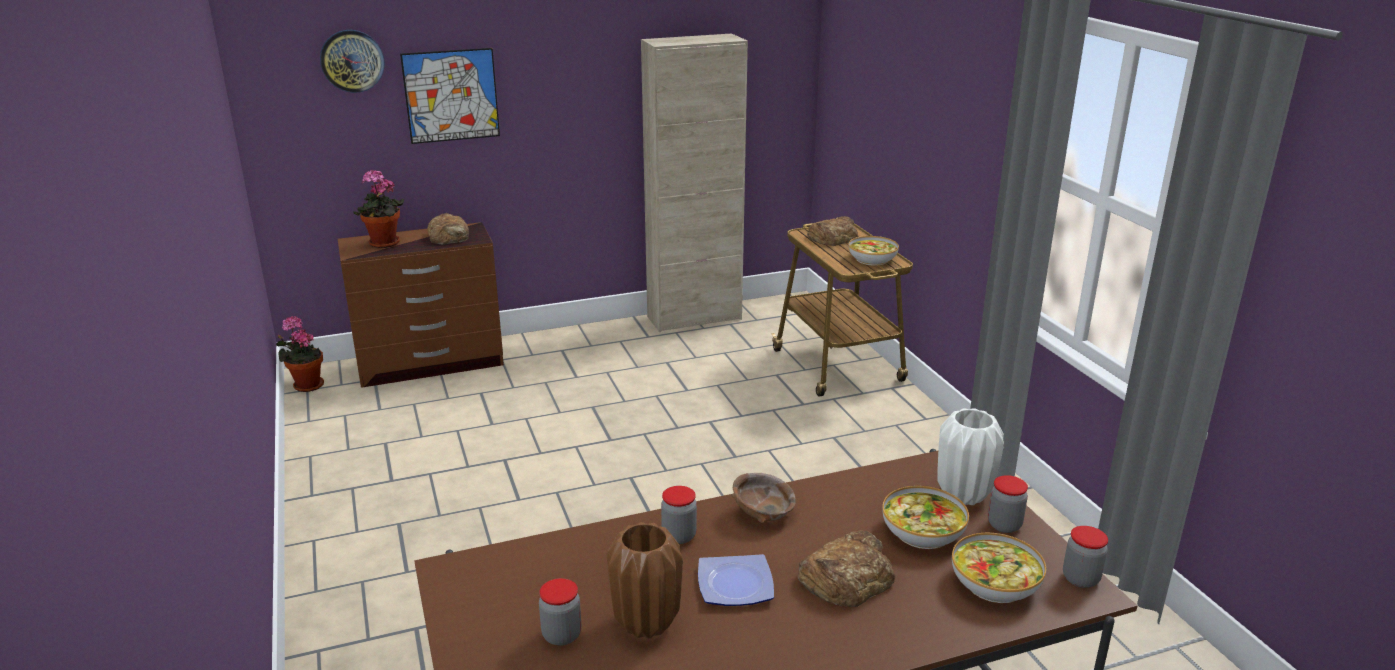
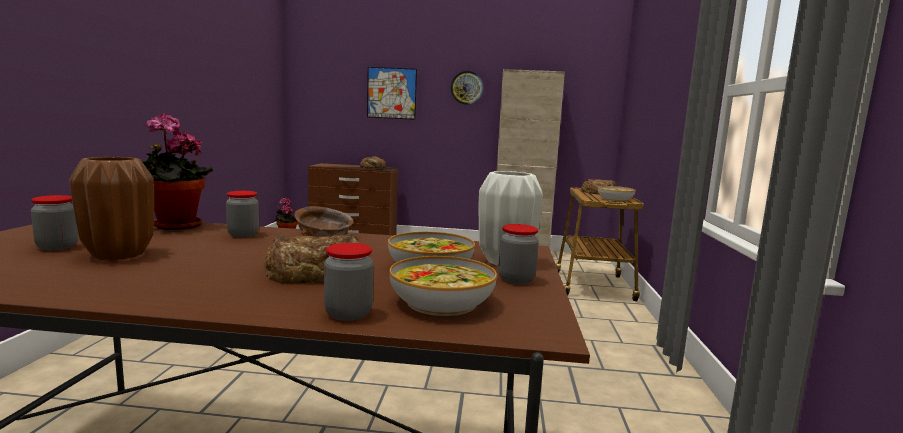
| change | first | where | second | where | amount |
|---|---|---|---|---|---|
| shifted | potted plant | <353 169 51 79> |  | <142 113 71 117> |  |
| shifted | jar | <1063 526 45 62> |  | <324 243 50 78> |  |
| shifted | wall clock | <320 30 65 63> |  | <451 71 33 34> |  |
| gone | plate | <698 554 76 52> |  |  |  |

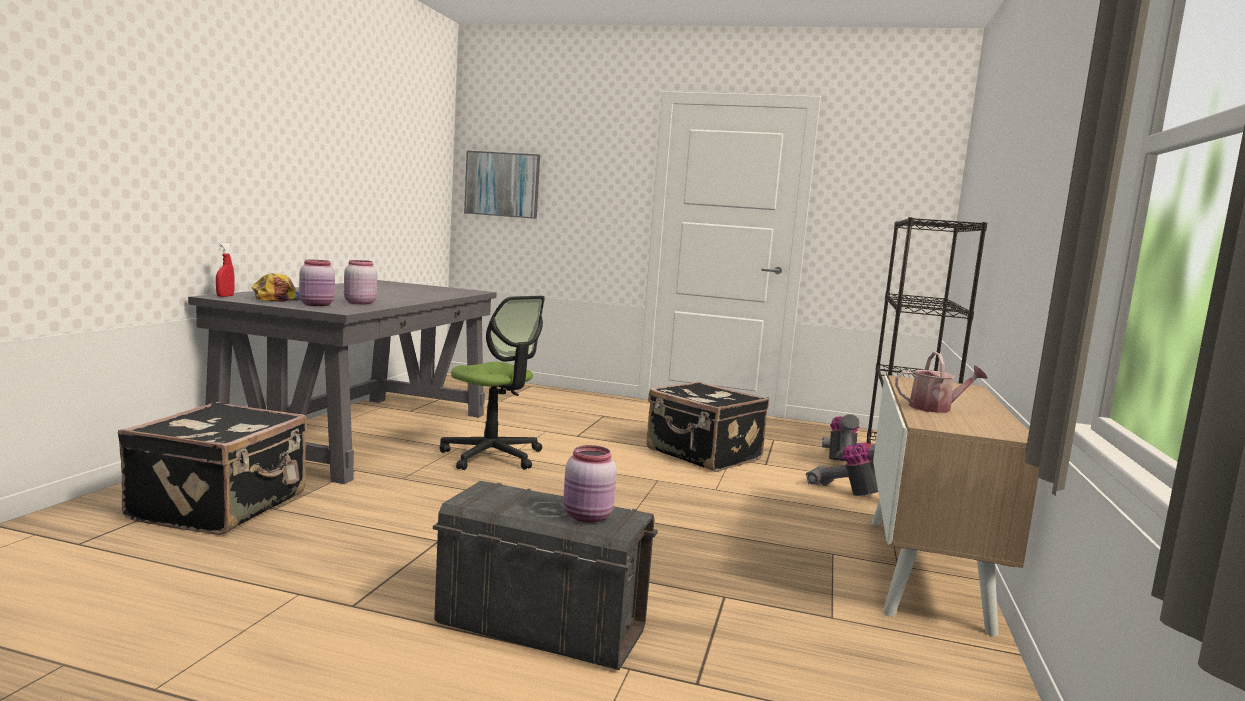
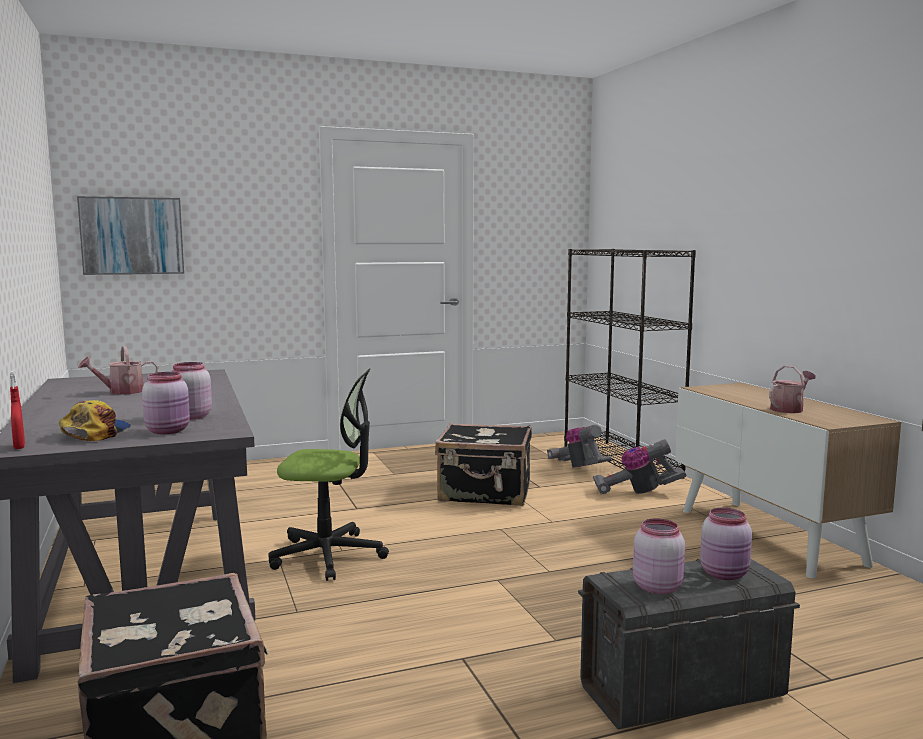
| change | first | where | second | where | amount |
|---|---|---|---|---|---|
| new |  |  | watering can | <78 346 80 49> |  |
| new |  |  | pink jar | <633 518 52 76> |  |

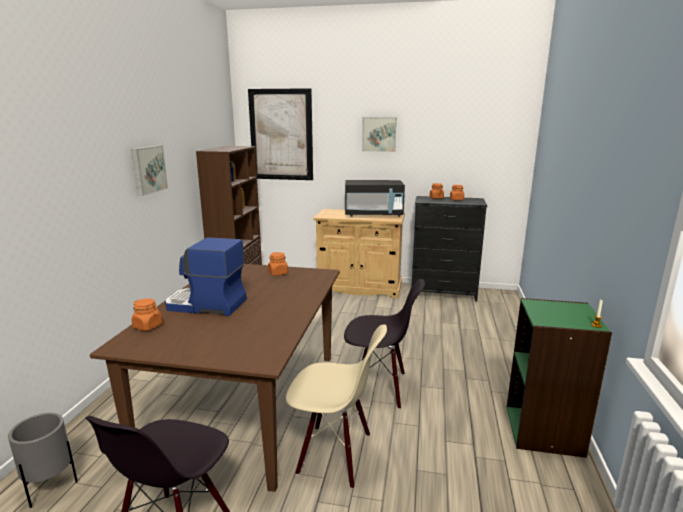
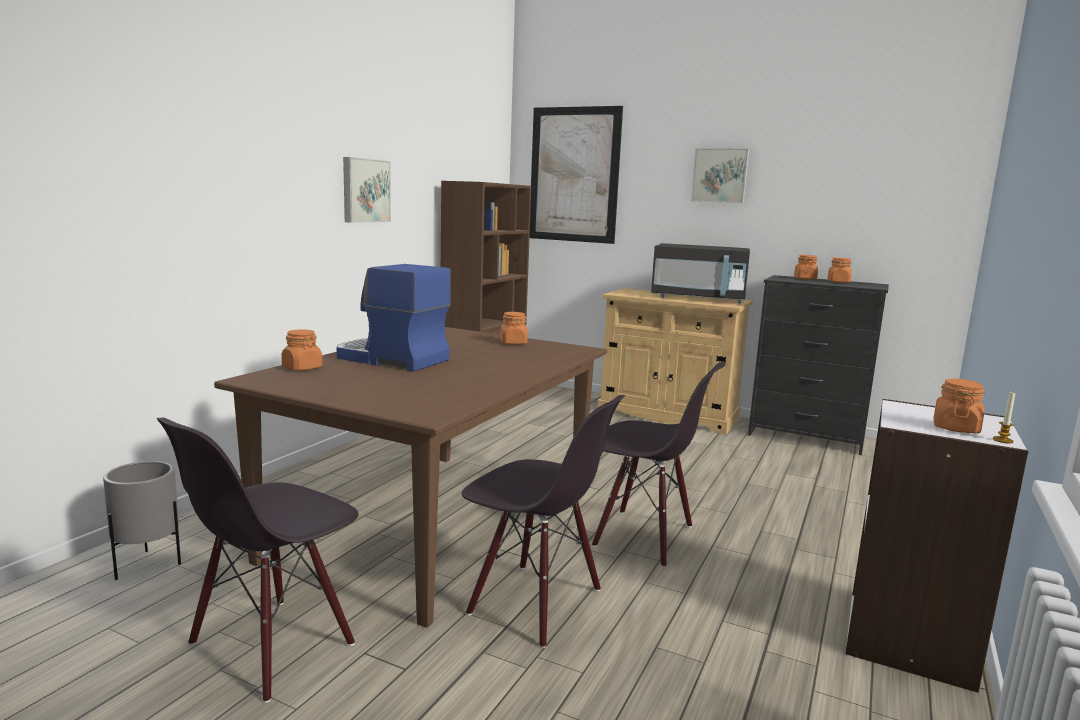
| change | first | where | second | where | amount |
|---|---|---|---|---|---|
| repainted | beige chair | <286 324 101 165> | black chair | <462 395 163 253> |  |
| repainted | green bookcase | <507 298 105 160> | white bookcase | <845 399 183 294> |  |
| new |  |  | orange jar | <934 379 51 54> |  |

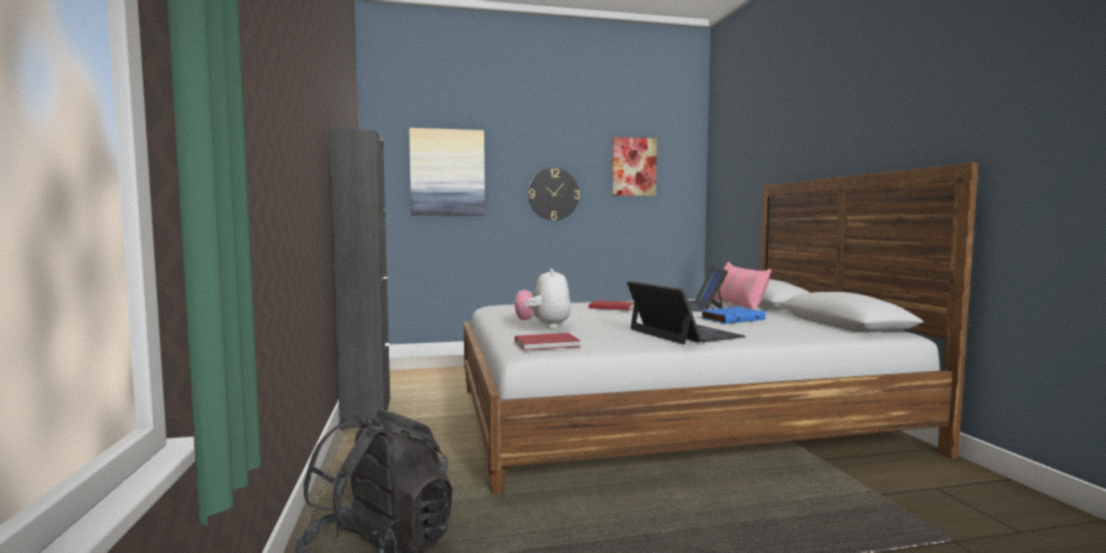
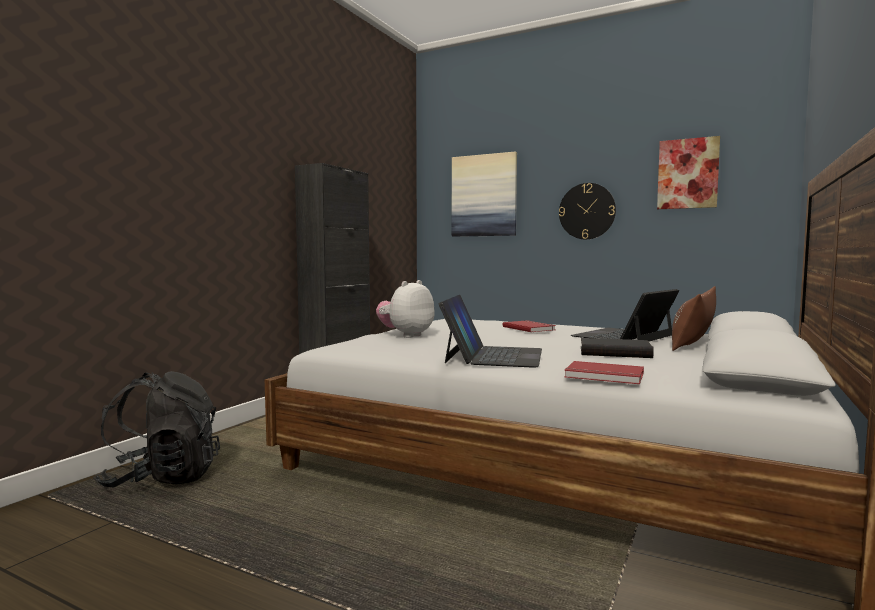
| change | first | where | second | where | amount |
|---|---|---|---|---|---|
| shifted | red book | <515 333 65 17> |  | <564 361 80 23> |  |
| repainted | blue book | <700 307 66 17> | black book | <581 338 73 20> |  |
| repainted | pink pillow | <714 262 58 48> | brown pillow | <672 286 44 65> |  |

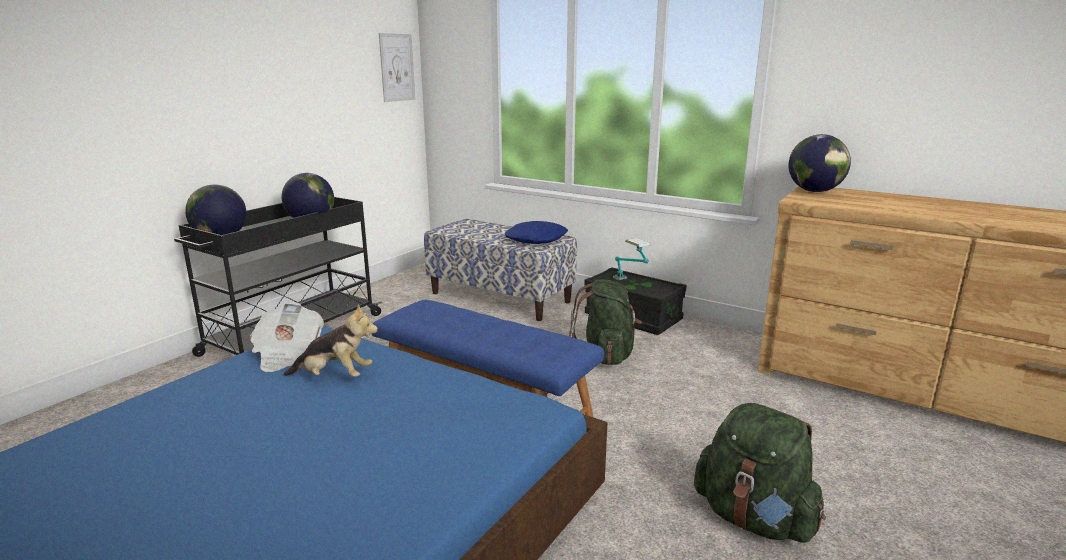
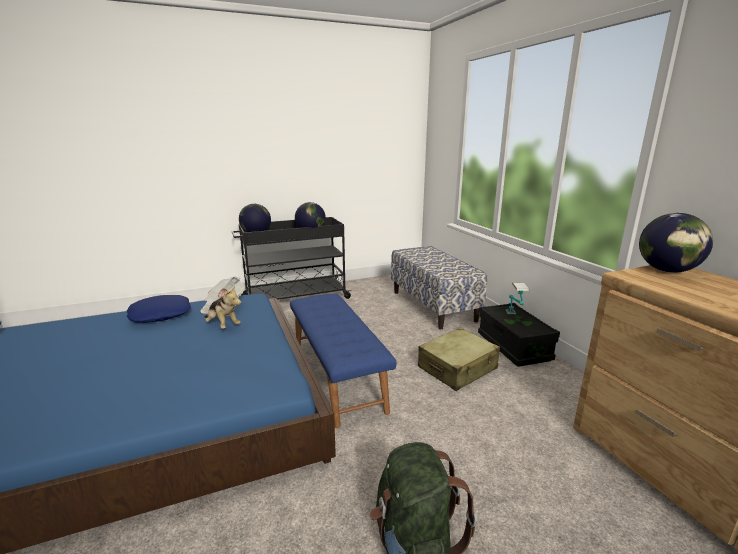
| change | first | where | second | where | amount |
|---|---|---|---|---|---|
| shifted | blue pillow | <505 221 63 23> |  | <127 295 64 28> |  |
| swapped | green backpack | <569 279 73 86> | beige suitcase | <418 328 82 63> |  |
| gone | picture | <379 33 36 69> |  |  |  |

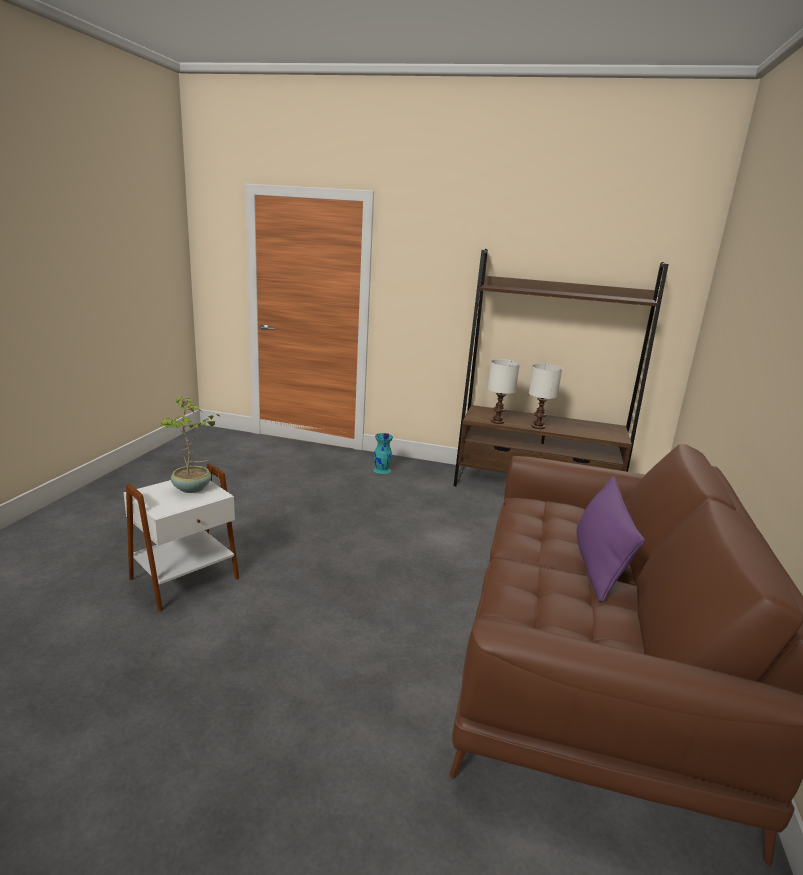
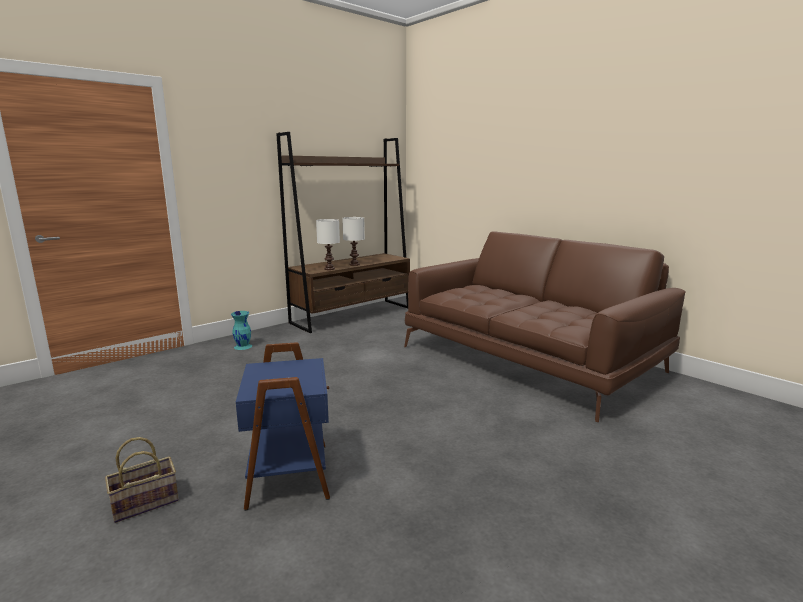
| change | first | where | second | where | amount |
|---|---|---|---|---|---|
| new |  |  | basket | <105 437 74 86> |  |
| repainted | white side table | <124 463 115 149> | blue side table | <236 342 94 169> |  |
| gone | potted plant | <160 396 60 97> |  |  |  |
| gone | purple pillow | <576 476 69 127> |  |  |  |

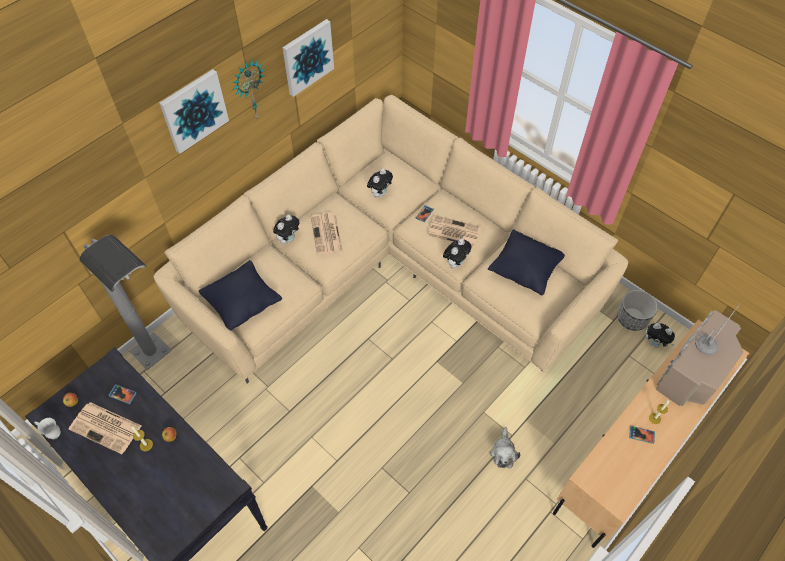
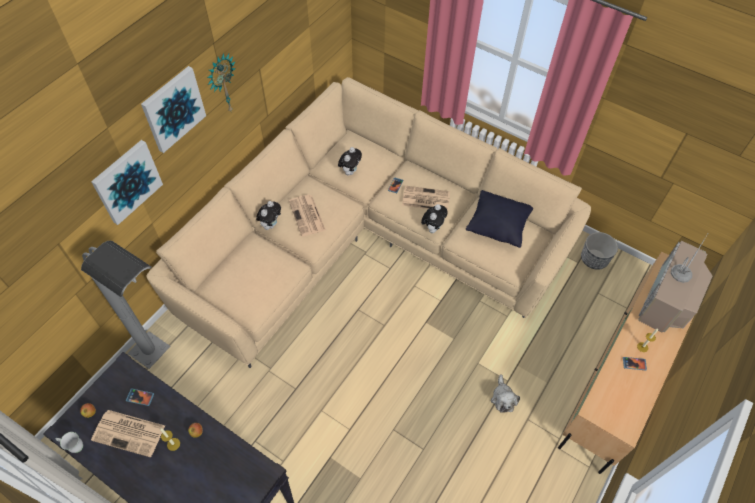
| change | first | where | second | where | amount |
|---|---|---|---|---|---|
| shifted | picture | <282 19 52 78> |  | <91 140 72 85> |  |
| gone | black pillow | <199 260 83 71> |  |  |  |
| gone | plush toy | <645 323 30 24> |  |  |  |

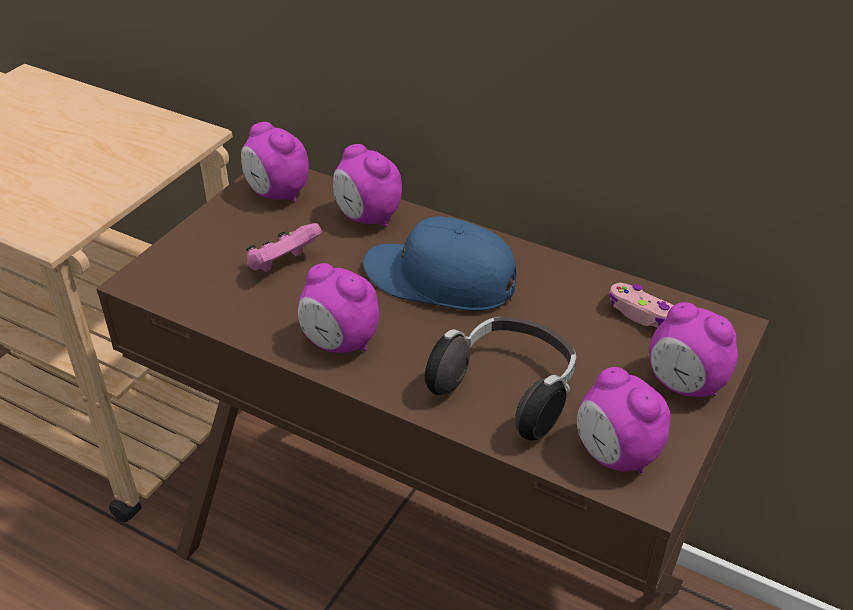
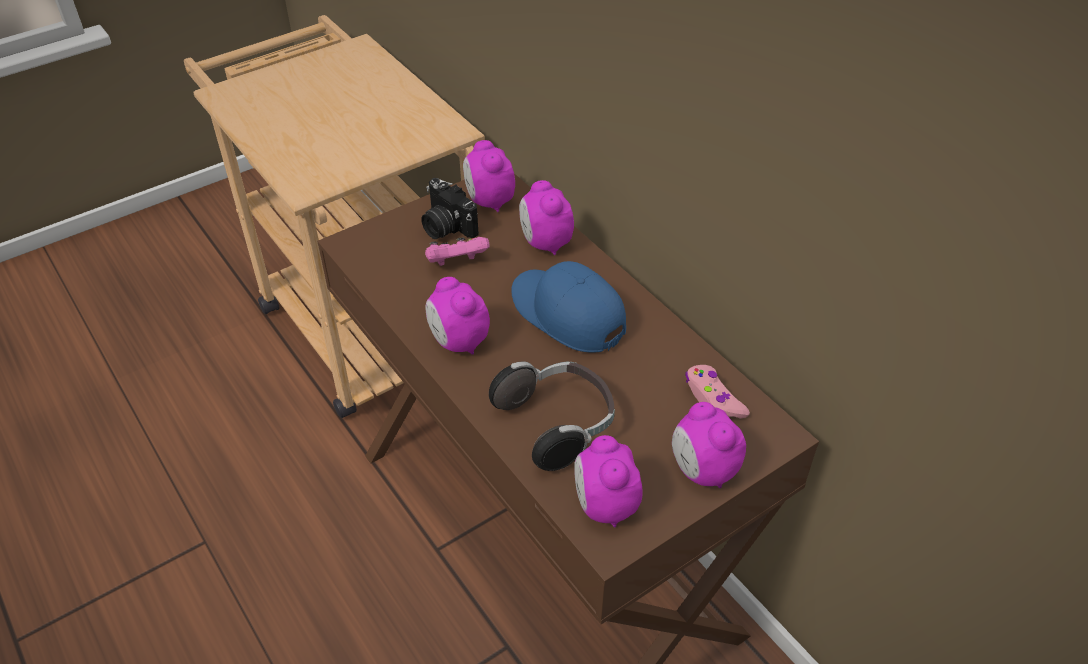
| change | first | where | second | where | amount |
|---|---|---|---|---|---|
| new |  |  | photo camera | <421 178 58 61> |  |

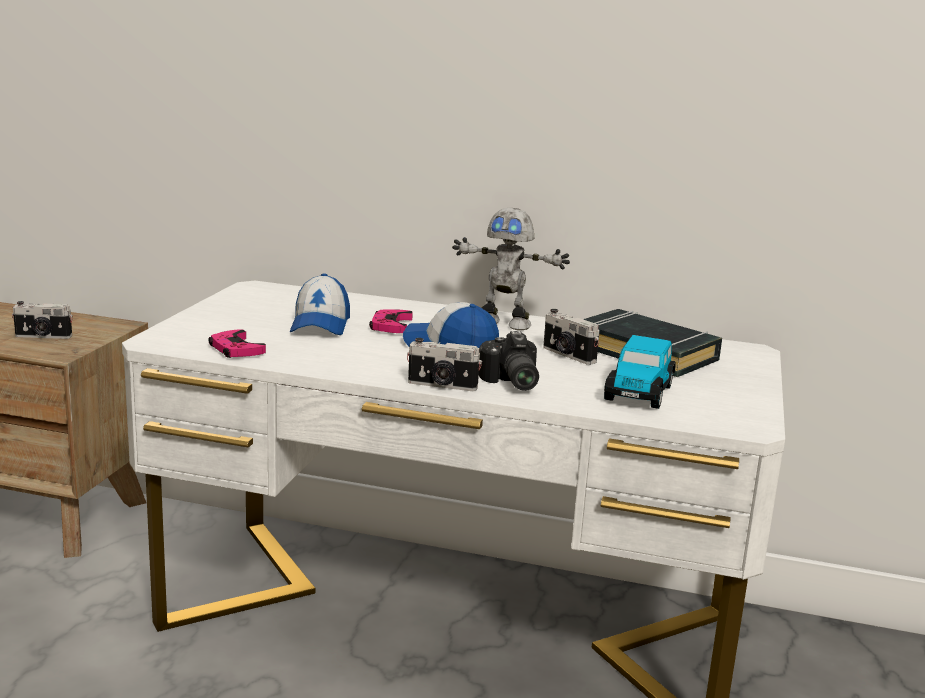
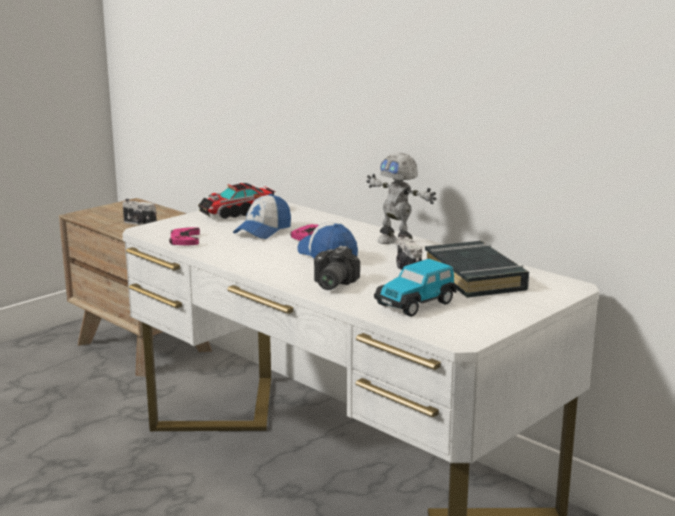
| change | first | where | second | where | amount |
|---|---|---|---|---|---|
| new |  |  | toy truck | <198 183 78 36> |  |
| gone | photo camera | <407 338 75 53> |  |  |  |

